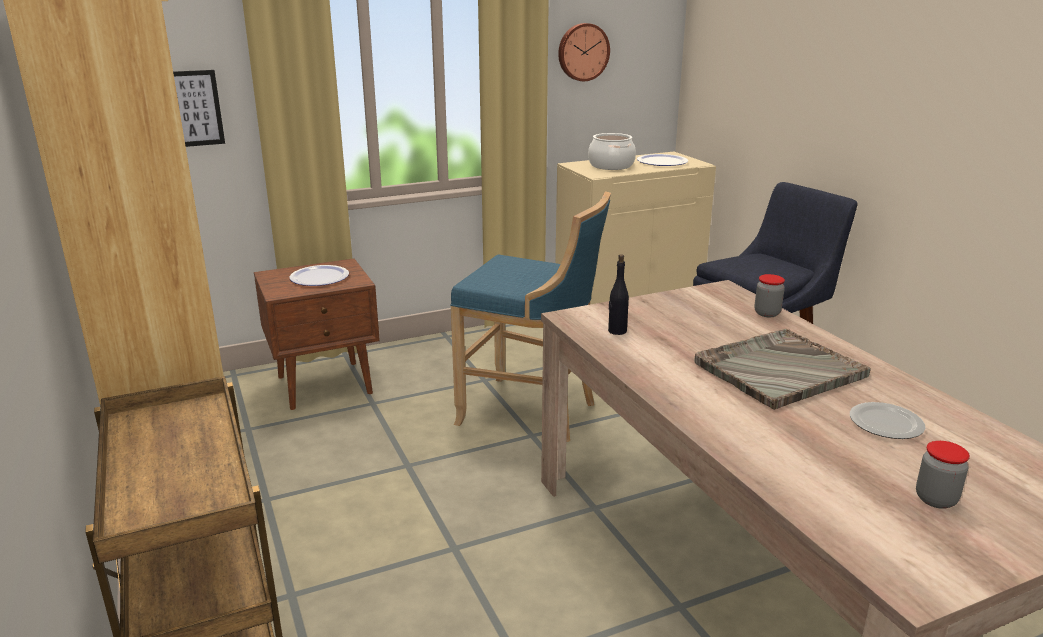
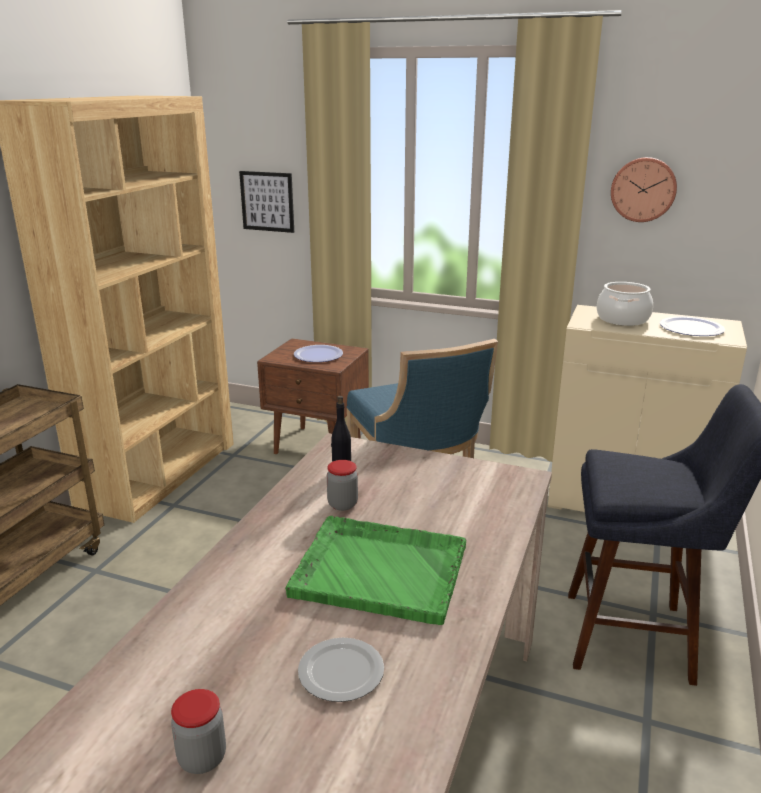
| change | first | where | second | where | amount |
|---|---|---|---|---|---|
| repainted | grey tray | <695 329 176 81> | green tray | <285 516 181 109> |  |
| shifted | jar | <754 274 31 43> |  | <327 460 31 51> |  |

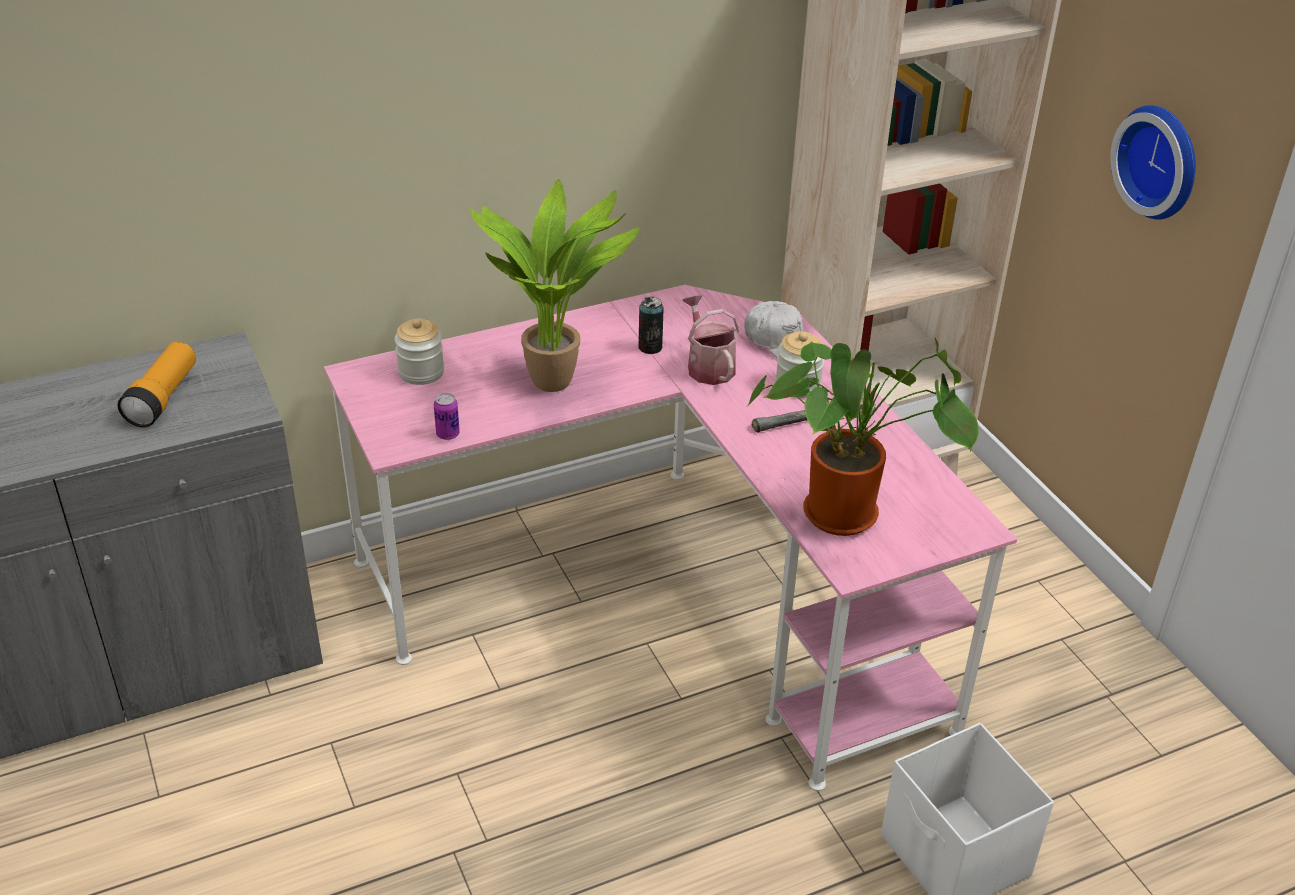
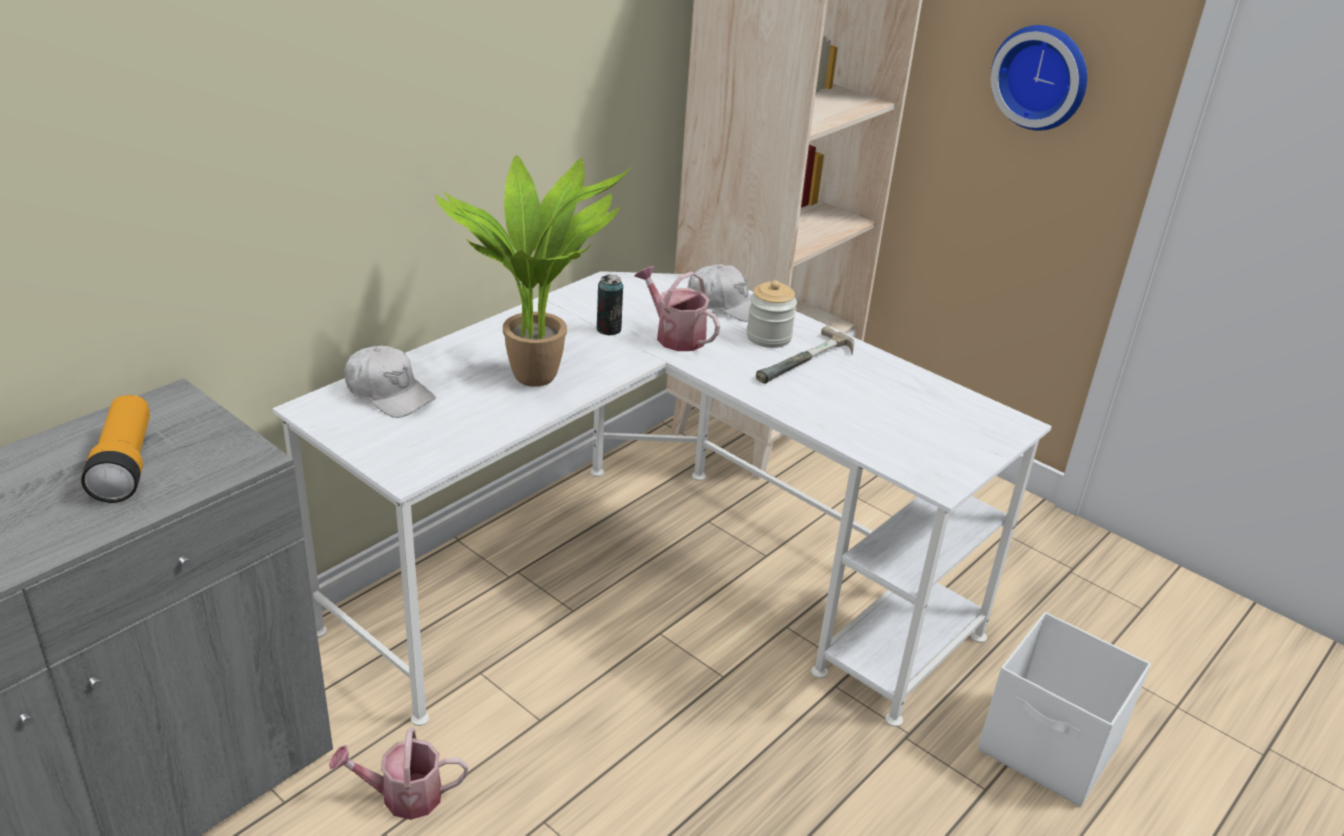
| change | first | where | second | where | amount |
|---|---|---|---|---|---|
| repainted | pink desk | <324 285 693 506> | white desk | <273 271 779 456> |  |
| new |  |  | watering can | <329 728 139 92> |  |
| swapped | jar | <394 319 50 66> | white cap | <344 346 92 72> |  |
| gone | can | <434 393 26 47> |  |  |  |
| gone | potted plant | <747 338 232 198> |  |  |  |

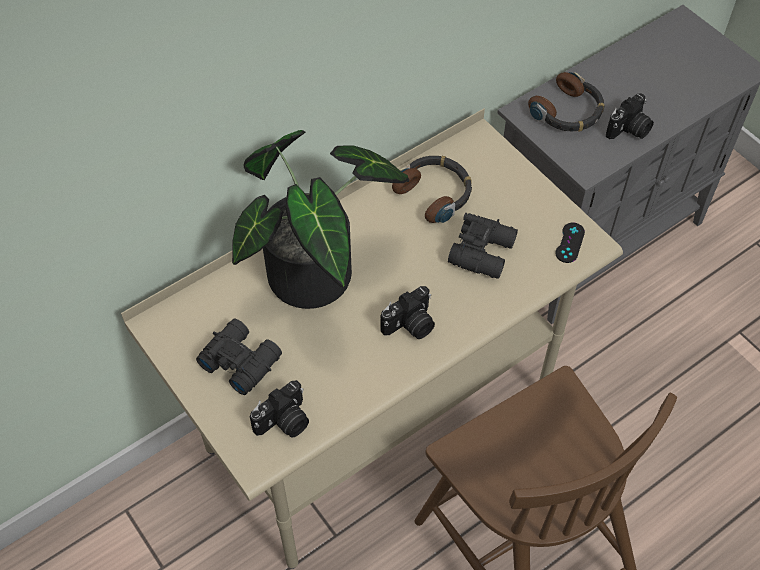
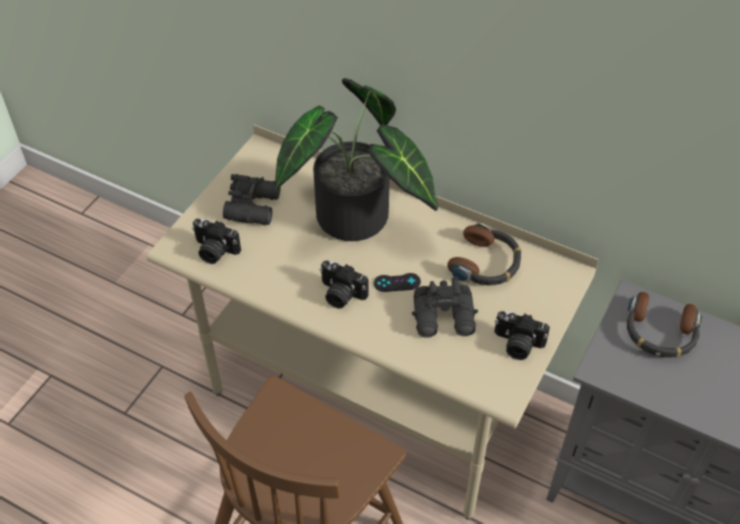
| change | first | where | second | where | amount |
|---|---|---|---|---|---|
| shifted | black game controller | <555 223 30 40> |  | <374 273 47 19> |  |
| shifted | photo camera | <606 93 48 46> |  | <494 311 56 49> |  |

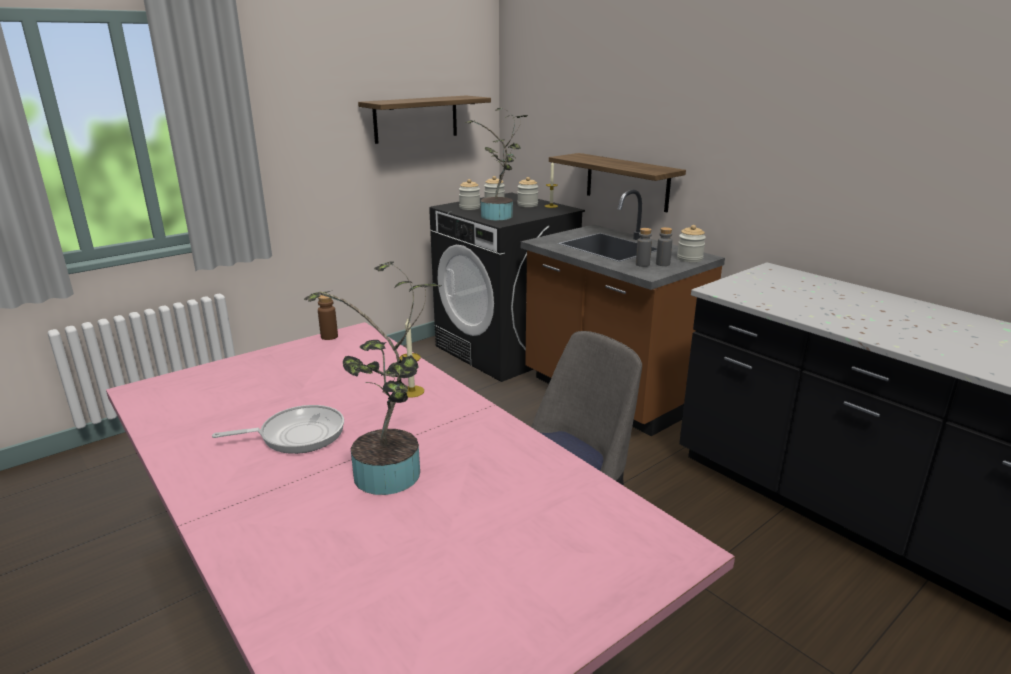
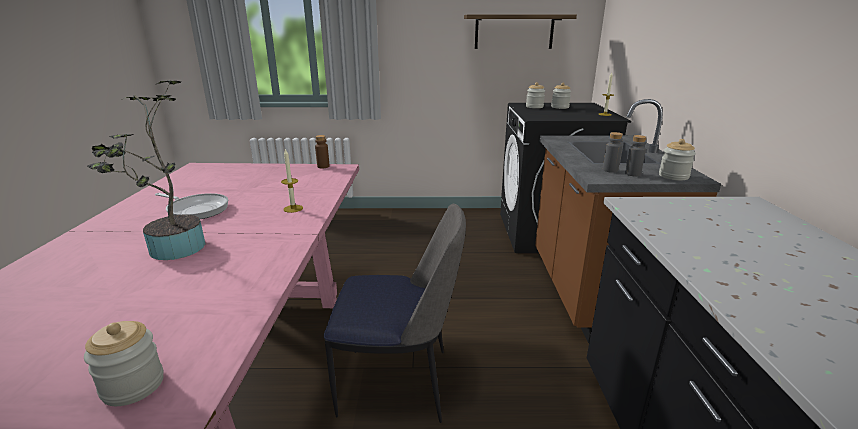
| change | first | where | second | where | amount |
|---|---|---|---|---|---|
| shifted | jar | <517 177 21 30> |  | <84 321 79 85> |  |
| gone | potted plant | <464 108 64 112> |  |  |  |
| gone | shelf | <549 153 137 59> |  |  |  |

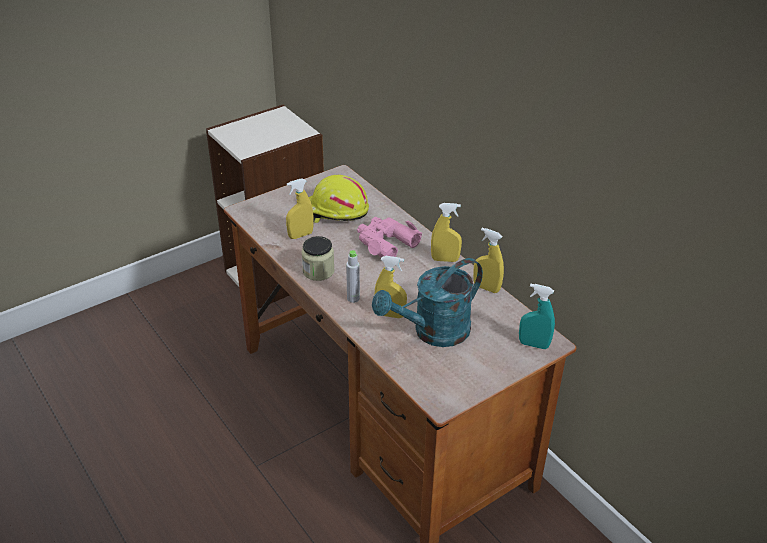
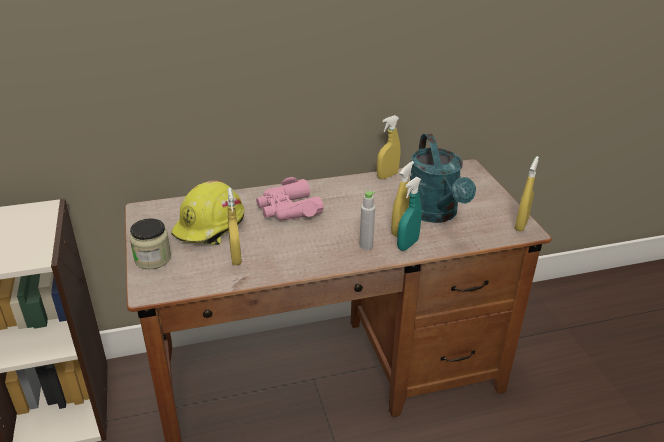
| change | first | where | second | where | amount |
|---|---|---|---|---|---|
| shifted | jar | <301 236 34 45> |  | <130 218 41 51> |  |
| shifted | turquoise spray bottle | <519 284 36 65> |  | <397 177 25 74> |  |
| shifted | yellow spray bottle | <431 203 31 59> |  | <515 156 24 76> |  |

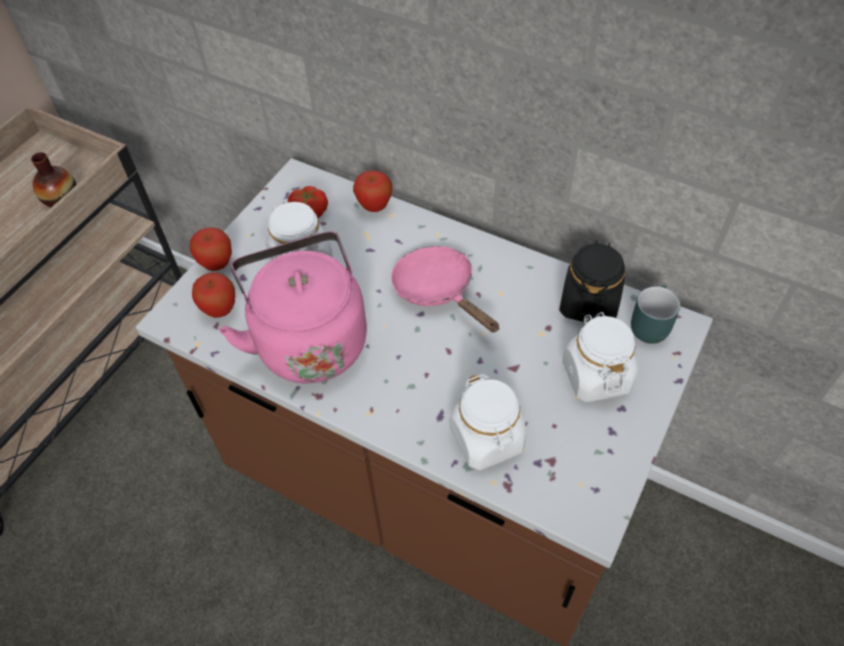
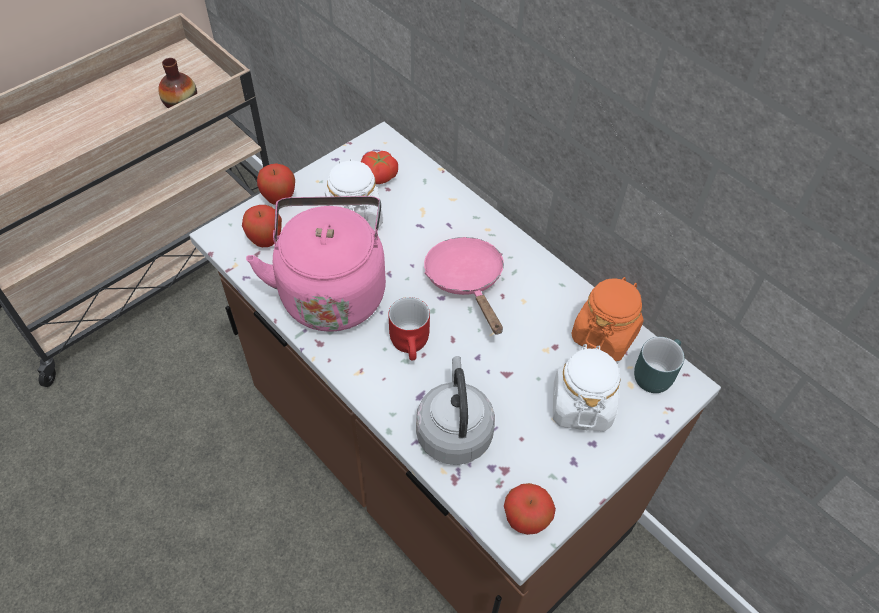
| change | first | where | second | where | amount |
|---|---|---|---|---|---|
| new |  |  | red mug | <389 297 41 63> |  |
| swapped | white jar | <449 374 78 96> | grey kettle | <416 356 79 109> |  |
| shifted | apple | <353 170 39 42> |  | <504 483 52 52> |  |
| repainted | black jar | <559 240 66 83> | orange jar | <571 277 73 84> |  |

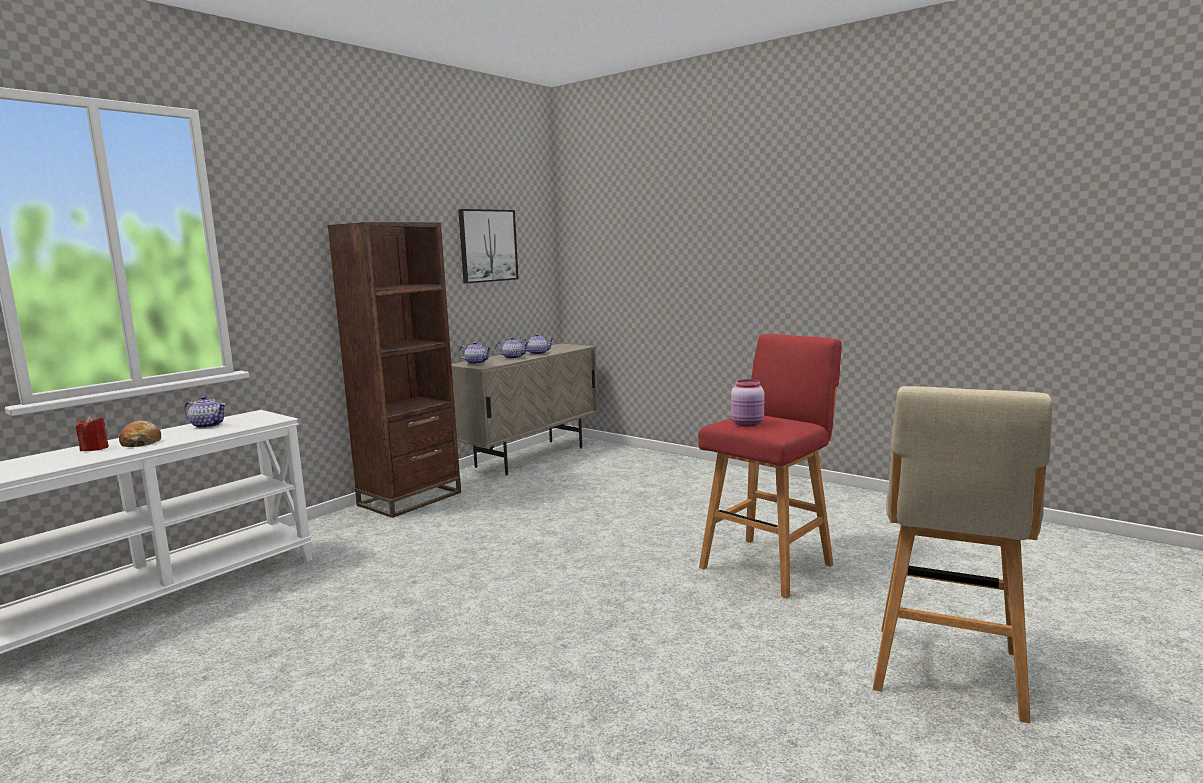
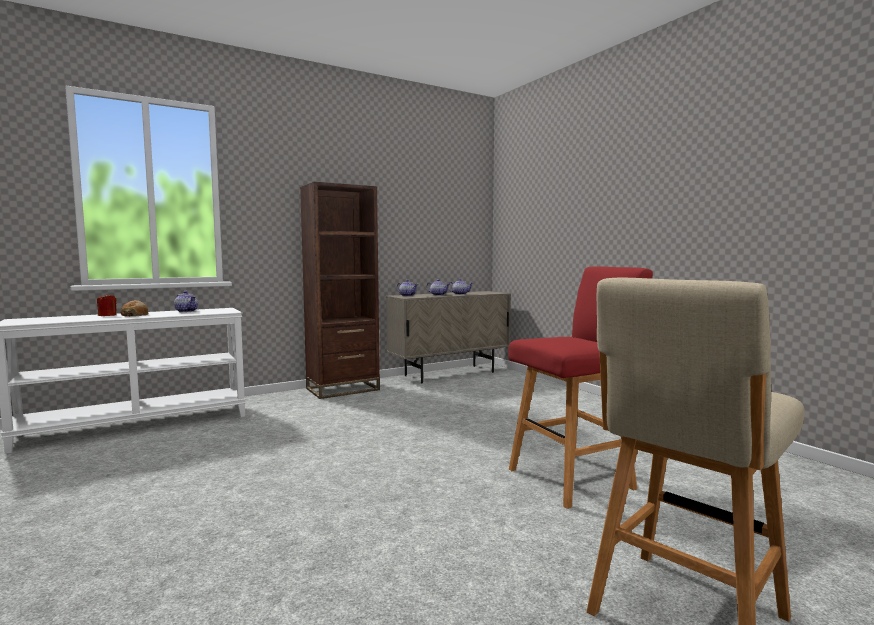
| change | first | where | second | where | amount |
|---|---|---|---|---|---|
| gone | picture | <458 209 61 74> |  |  |  |
| gone | pink jar | <731 379 33 48> |  |  |  |

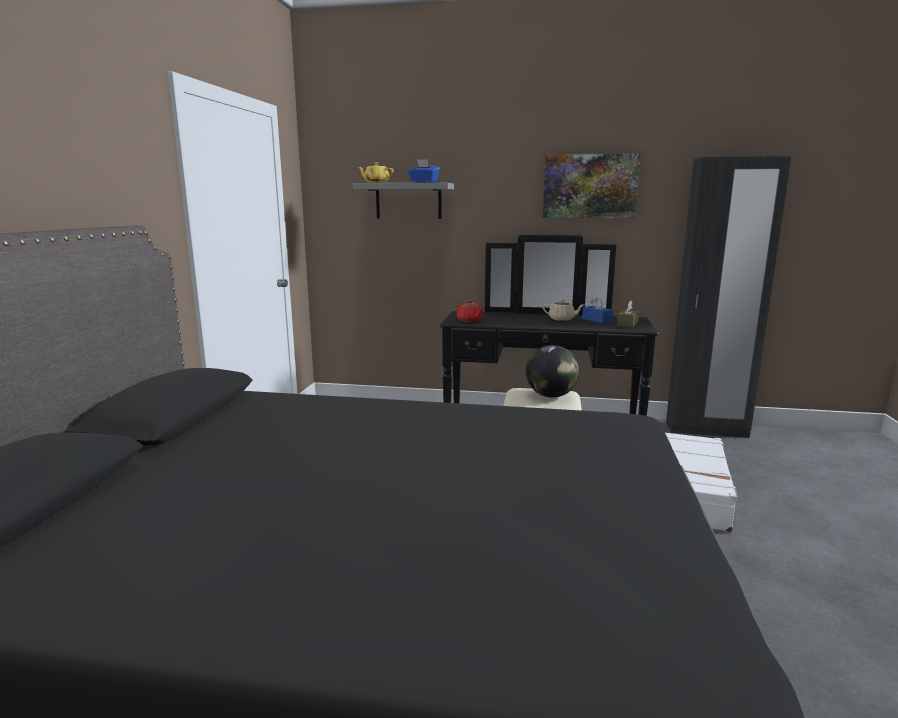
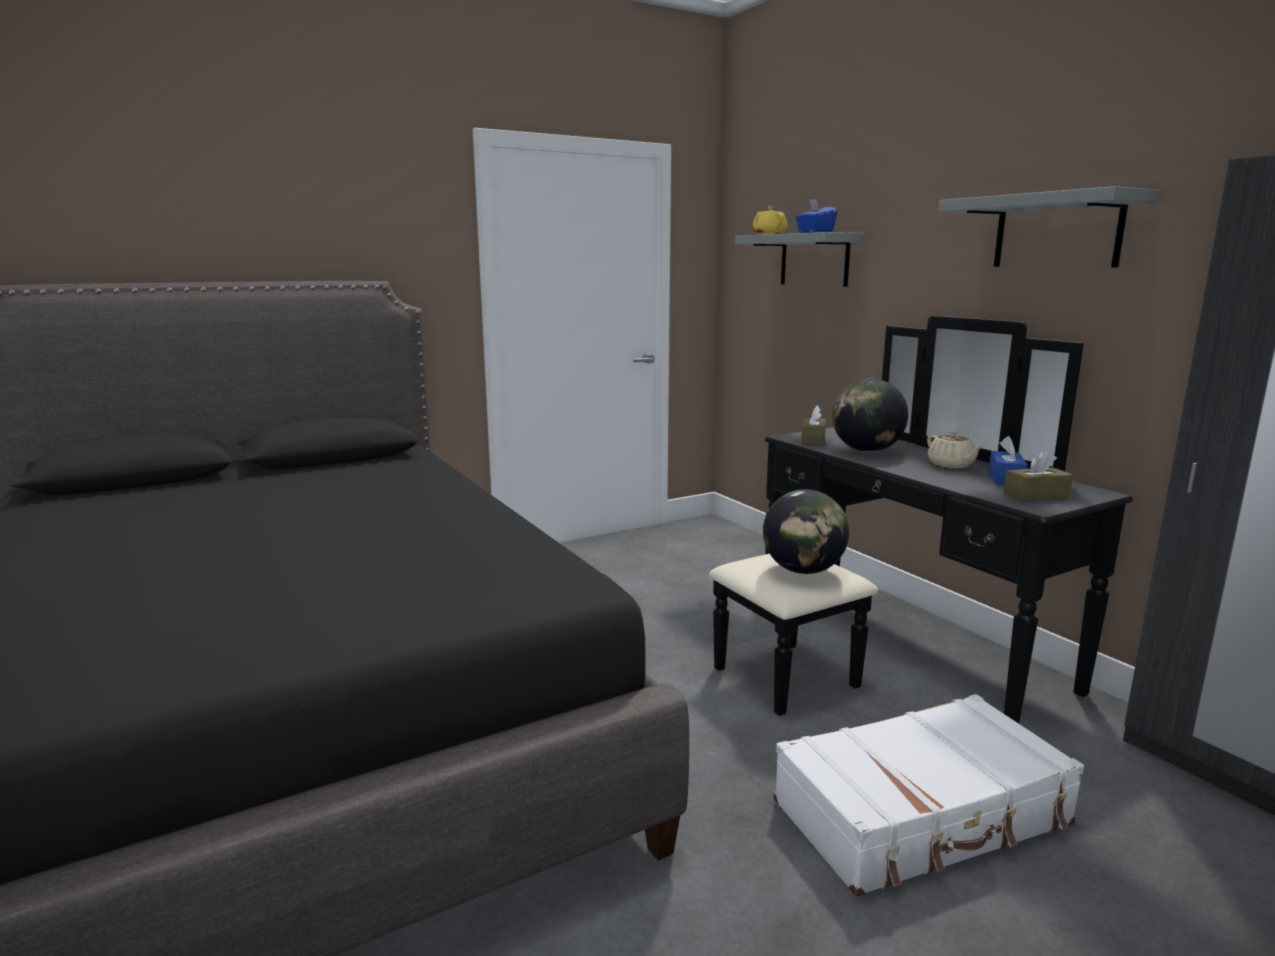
| change | first | where | second | where | amount |
|---|---|---|---|---|---|
| swapped | red teapot | <457 300 27 22> | brown tissue box | <801 405 25 40> |  |
| new |  |  | globe | <832 379 76 73> |  |
| swapped | picture | <543 154 98 64> | grey shelf | <938 186 220 81> |  |

